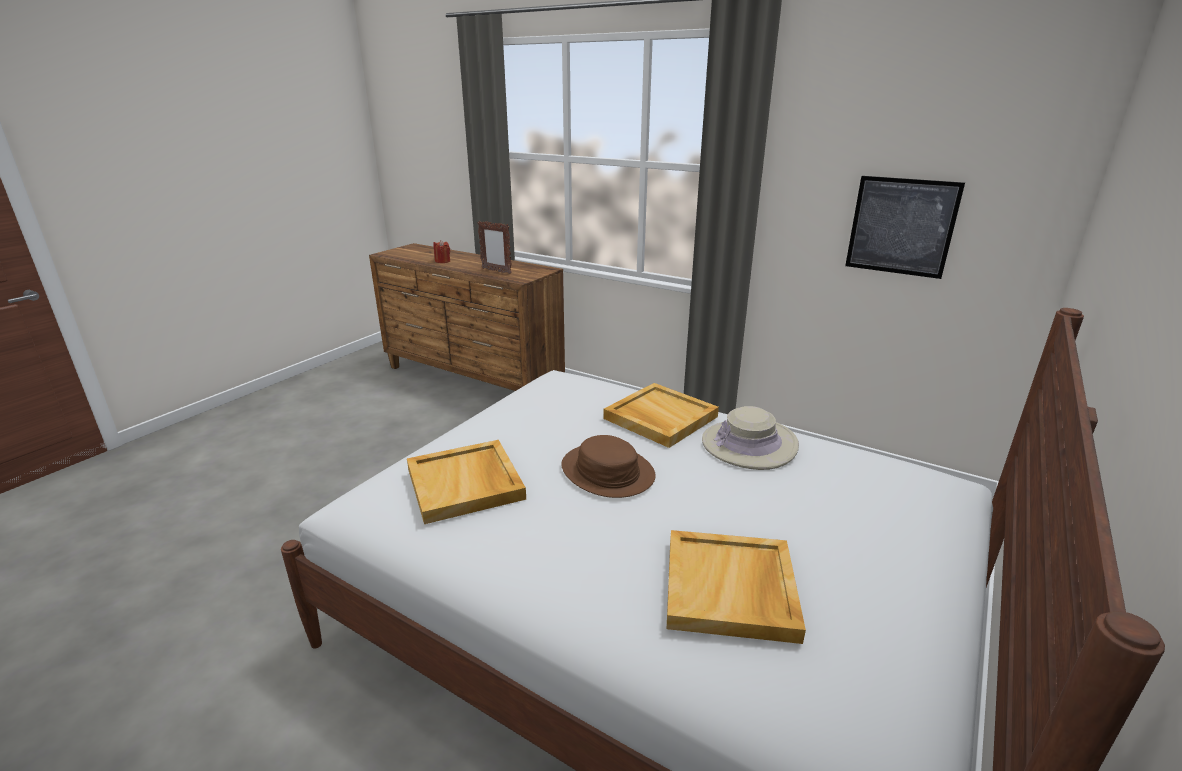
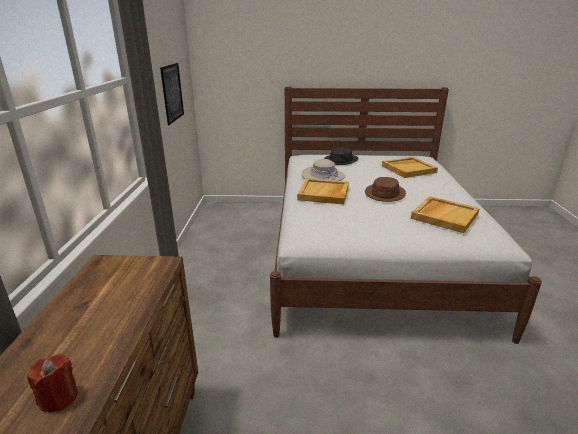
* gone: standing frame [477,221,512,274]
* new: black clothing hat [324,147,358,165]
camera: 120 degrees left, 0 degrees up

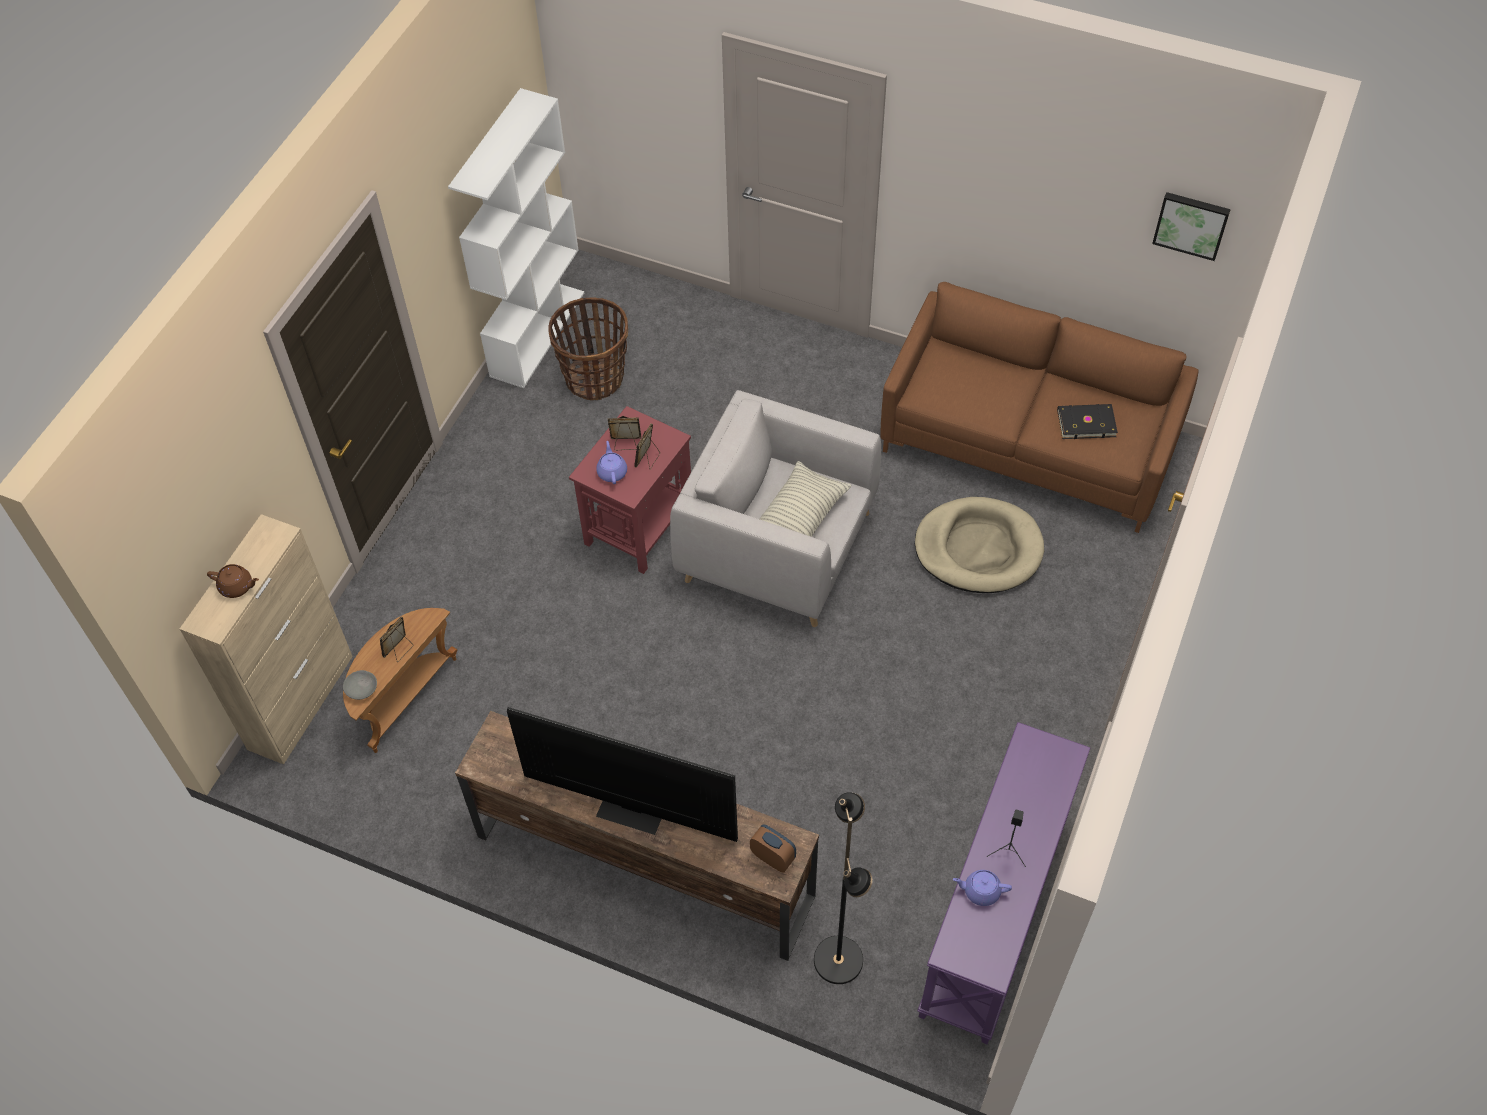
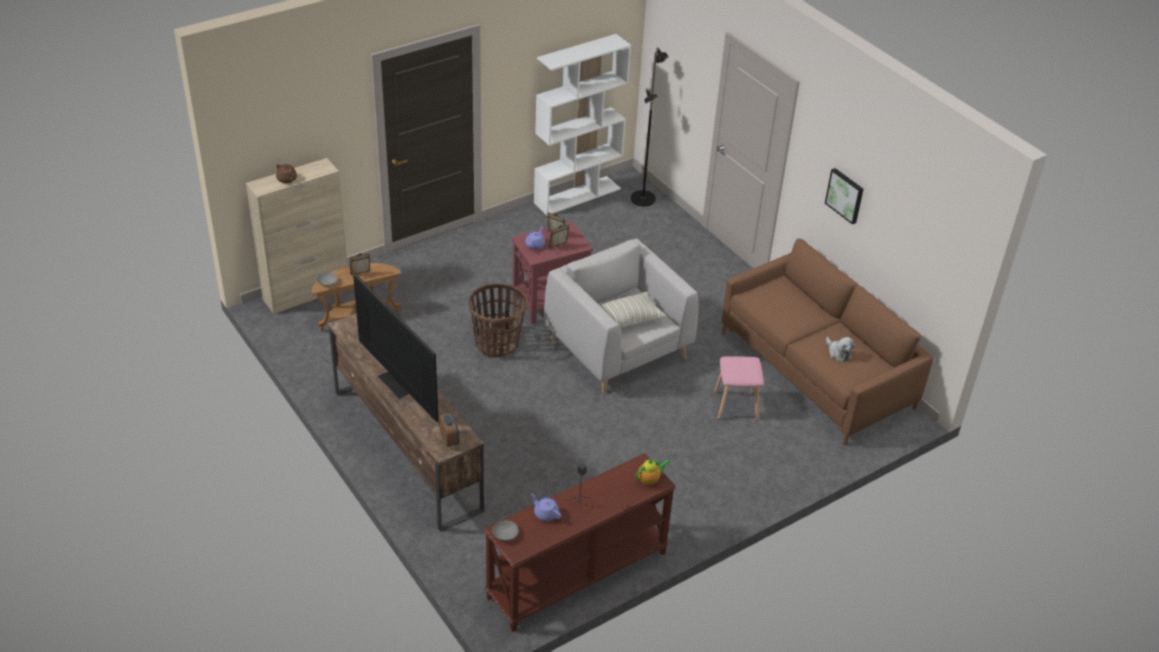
* shifted: storage basket [548,298,628,400] to [469,283,527,358]
* shifted: black standard lamp [814,792,873,984] to [631,47,669,206]
* swapped: sand-coloured dog cushion [915,497,1044,593] to pink-coloured sitting stool [714,356,764,420]
* repainted: purple narrow table [918,722,1090,1044] to brownish narrow table [484,453,676,632]
* swapped: black volume [1057,404,1118,439] to cuddly toy [826,337,855,362]
* shifted: wall art [1152,192,1231,261] to [825,168,863,225]
* new: greyish serving bowl [492,520,519,541]
* new: teapot [636,459,670,486]
camera: 30 degrees right, 15 degrees down

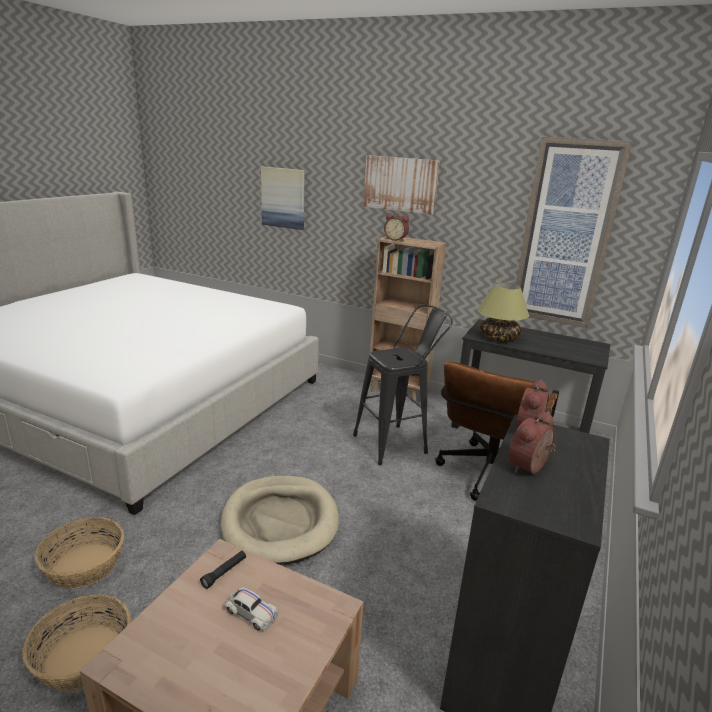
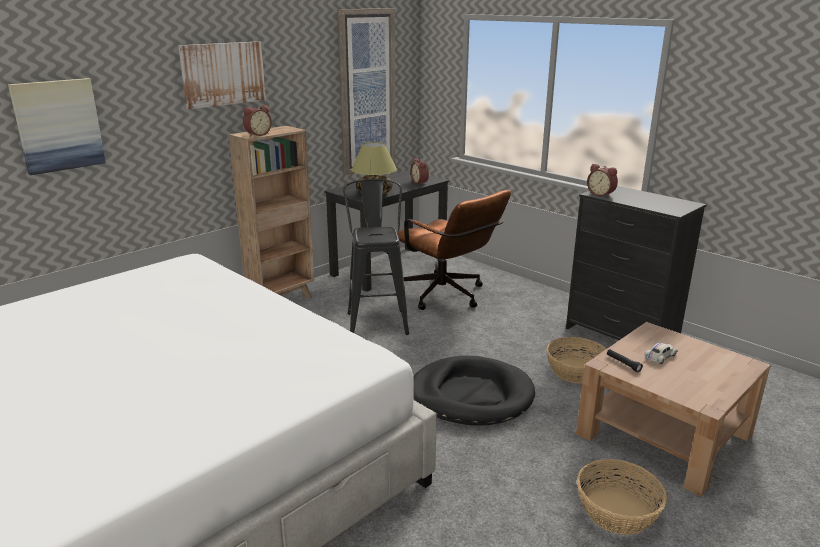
* shifted: storage basket [35,517,124,589] to [546,337,606,384]
* repainted: sand-coloured dog cushion [221,476,339,565] to black dog cushion [413,355,535,426]
* shifted: bedside clock [508,411,556,474] to [410,158,429,185]
camera: 70 degrees left, 0 degrees up

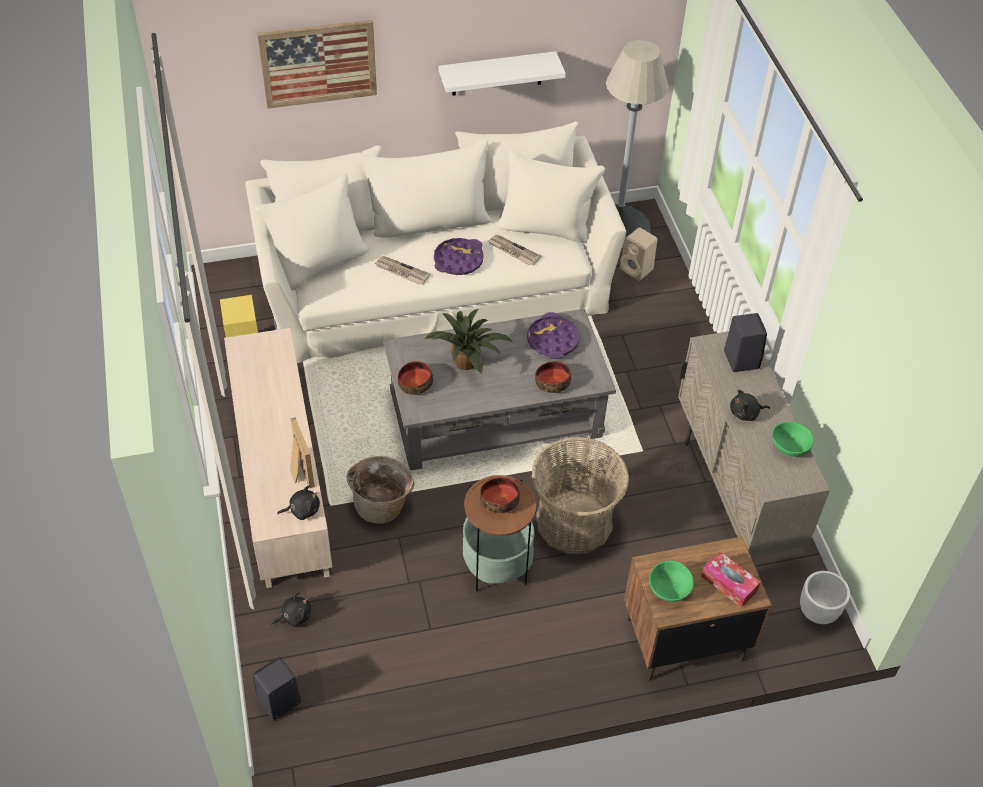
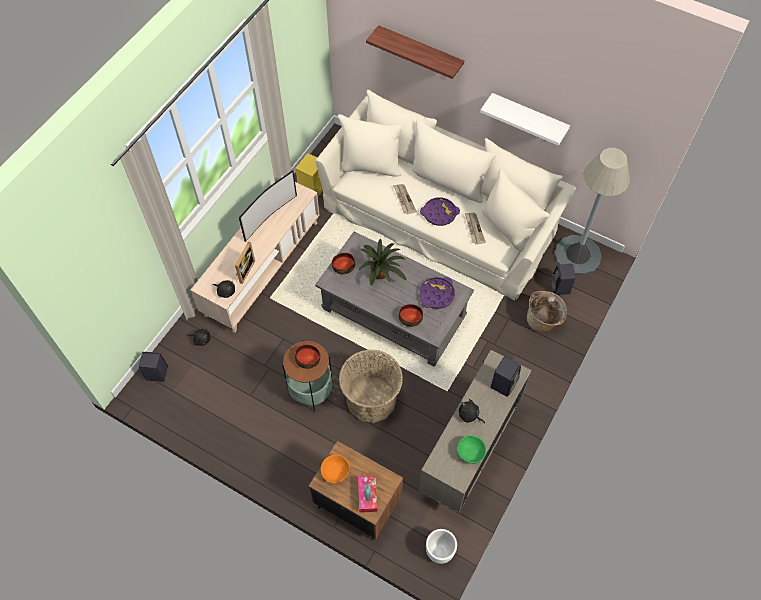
* swapped: wall art [257,20,377,109] to shelf [366,25,464,79]
* shifted: storage basket [346,456,414,524] to [527,291,567,333]
* repainted: sand-coloured loudspeaker [620,227,658,281] to black loudspeaker [551,264,576,295]
* repainted: green serving bowl [649,561,694,602] to orangey serving bowl [321,455,349,483]
* new: television [239,170,297,242]
camera: 45 degrees right, 10 degrees up

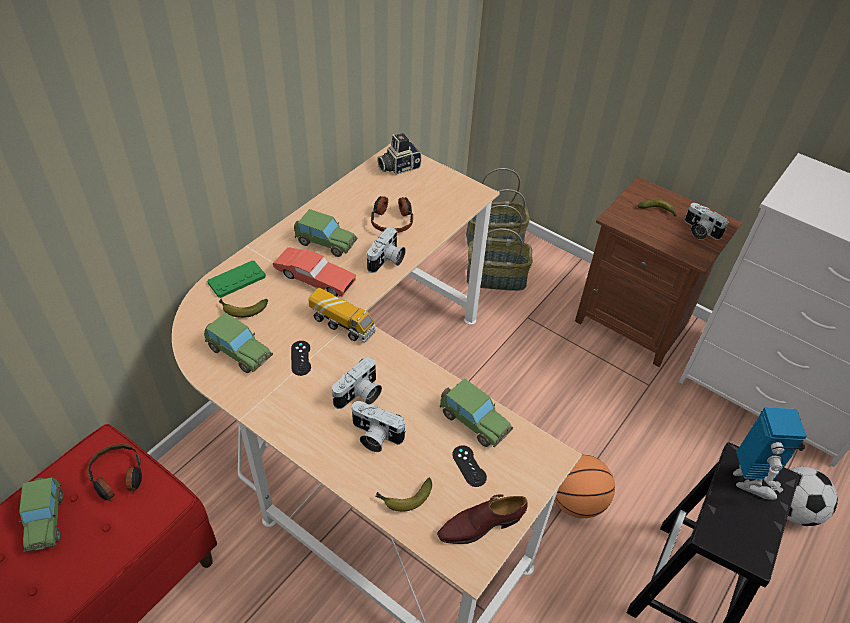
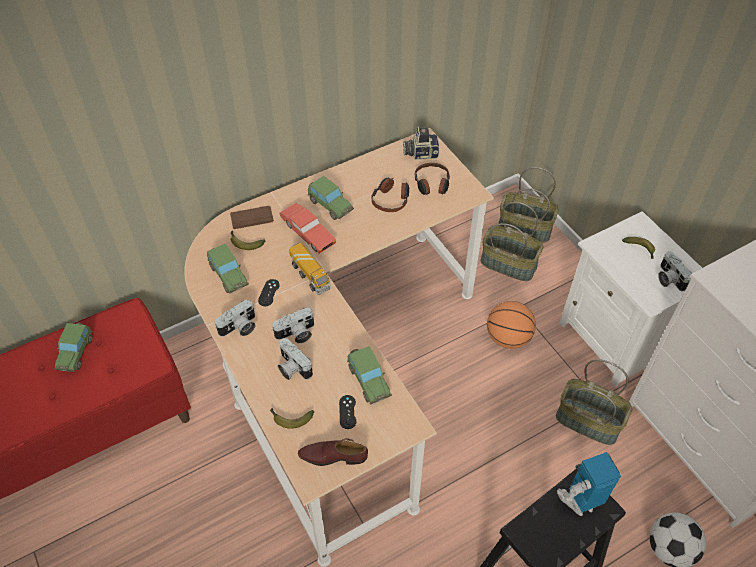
* shifted: headset [88,444,142,502] to [415,163,450,196]
* repainted: green game controller [207,260,266,298] to brownish game controller [230,206,274,229]
* shifted: still camera [367,227,406,273] to [215,299,255,337]
* shifted: basketball ball [554,455,615,518] to [487,301,536,349]
* repainted: brownish nightstand [575,177,742,367] to whitish nightstand [560,211,702,387]
* rotated: model robot [733,407,807,500] = [557,452,621,516] 135 degrees counterclockwise
* new: storage basket [556,359,632,445]
camera: 25 degrees right, 5 degrees up

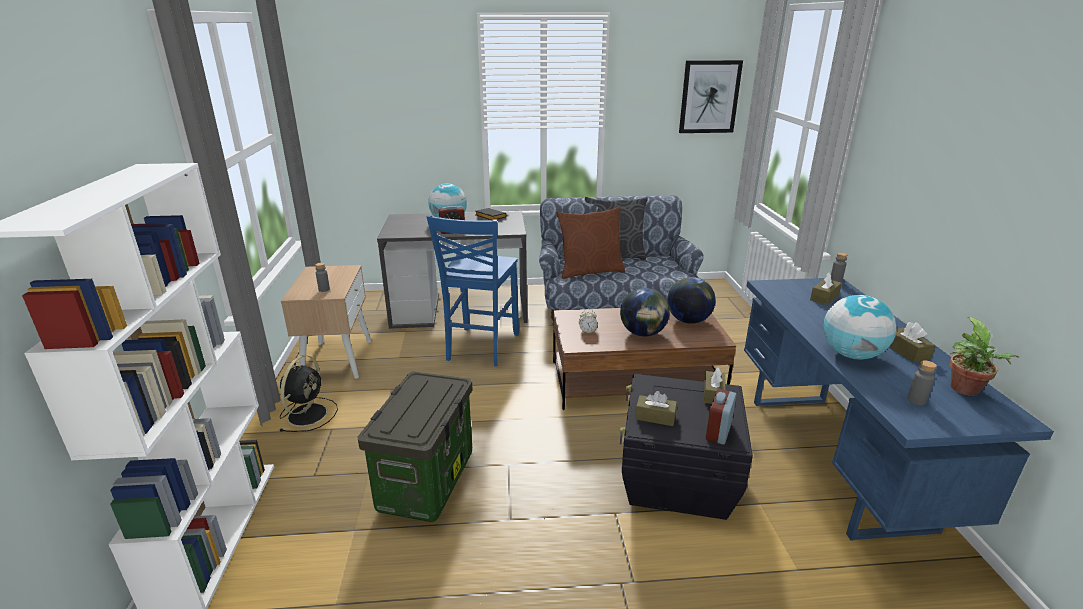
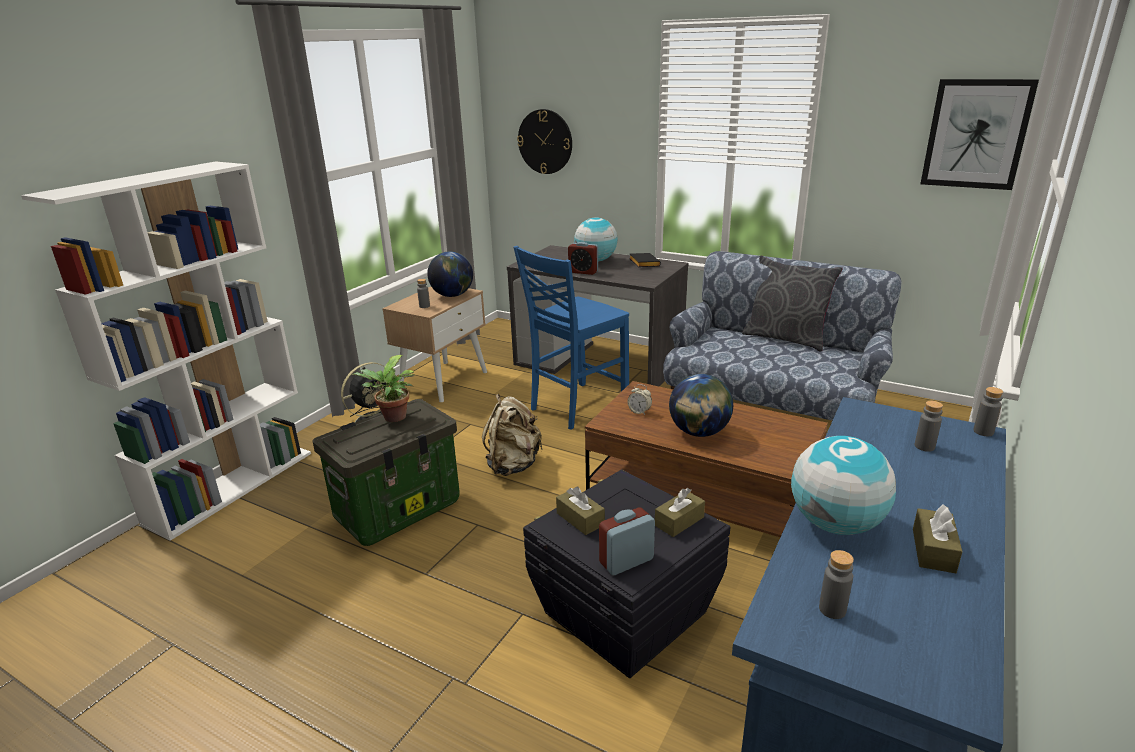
* gone: brownish pillow [557,206,625,279]
* shifted: desk globe [667,277,716,324] to [427,251,473,297]
* swapped: brownish tissue holder [810,272,842,305] to greyish bottle [915,401,943,452]
* shifted: houseplant [950,317,1019,396] to [352,355,415,422]
* new: sand-coloured backpack [482,394,542,476]
* new: clock on the wall [517,109,572,174]
camera: 35 degrees right, 0 degrees up

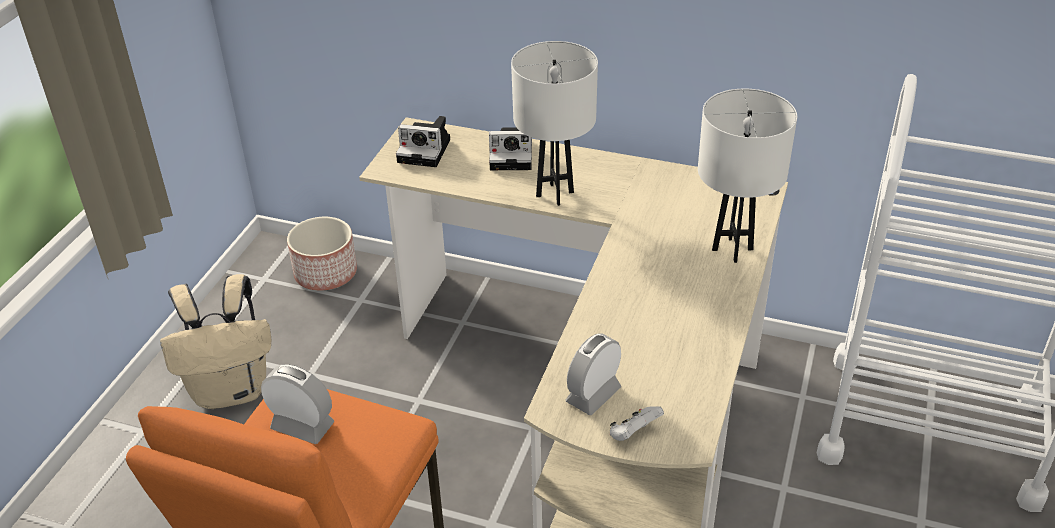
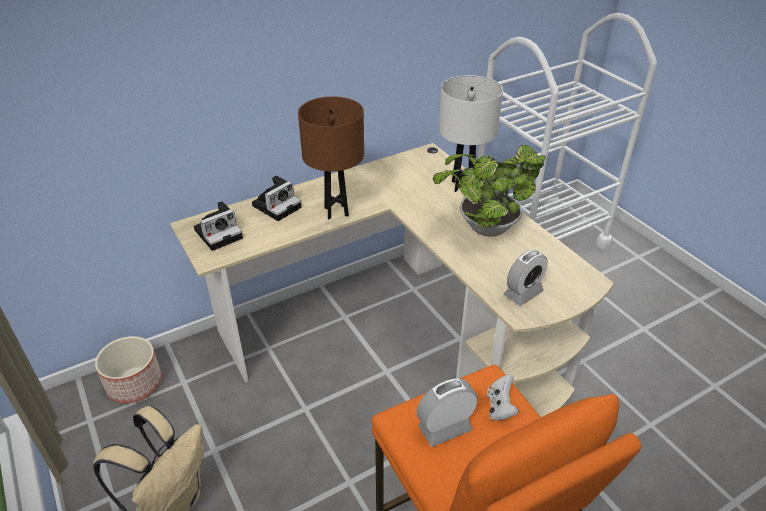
* repainted: whitish tabletop lamp [511,41,598,206] to brownish tabletop lamp [298,97,364,219]
* rotated: bedside clock [566,333,621,415] = [504,249,548,306] 120 degrees counterclockwise
* shifted: whitish game controller [610,406,664,441] to [487,374,519,421]
* new: houseplant [433,145,545,237]
camera: 50 degrees left, 0 degrees up

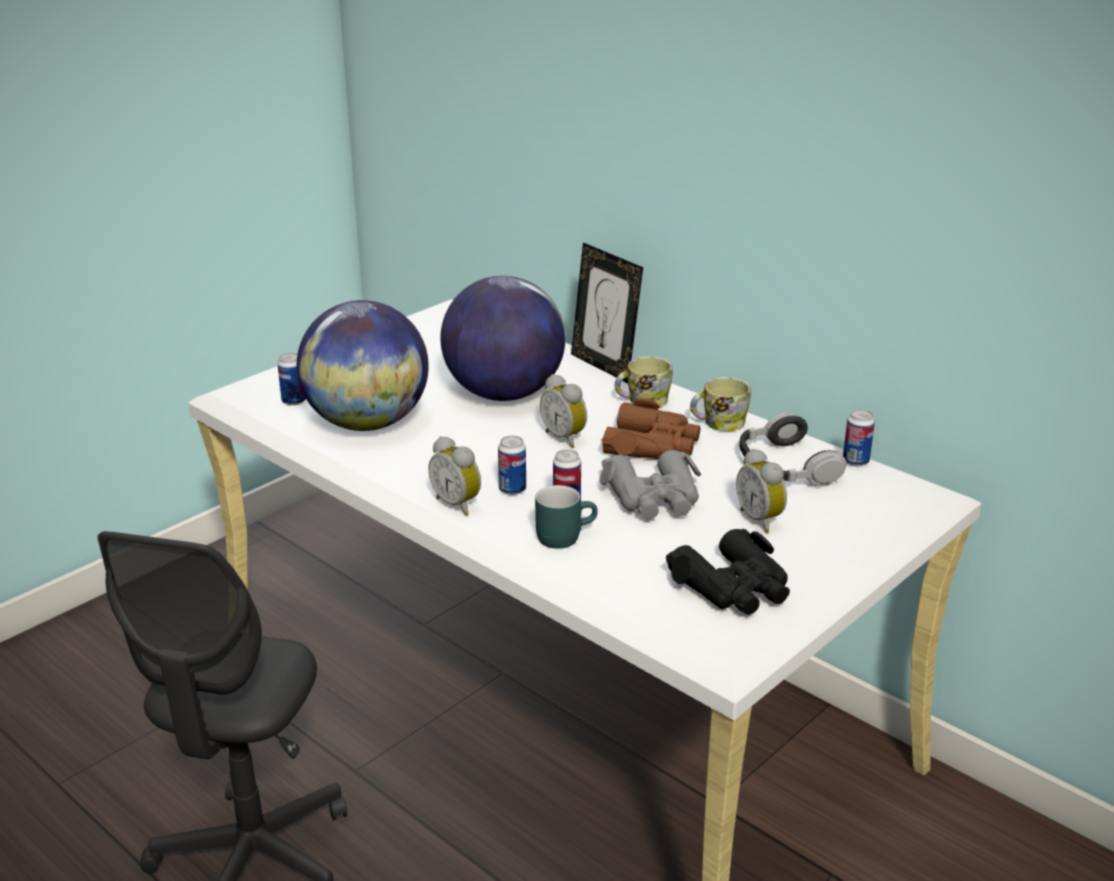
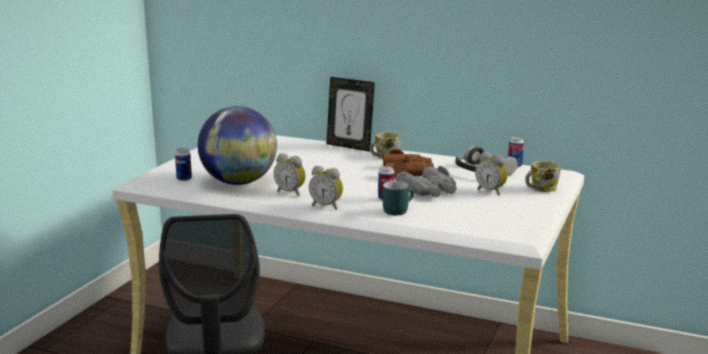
* gone: desk globe [440,276,565,401]
* gone: sealed can [498,436,526,495]
* shifted: bedside clock [540,374,587,448] to [274,153,306,196]
* gone: black field glasses [666,529,790,615]
* shifted: coffee mug [690,377,751,431] to [525,161,561,192]
camera: 20 degrees left, 10 degrees down

